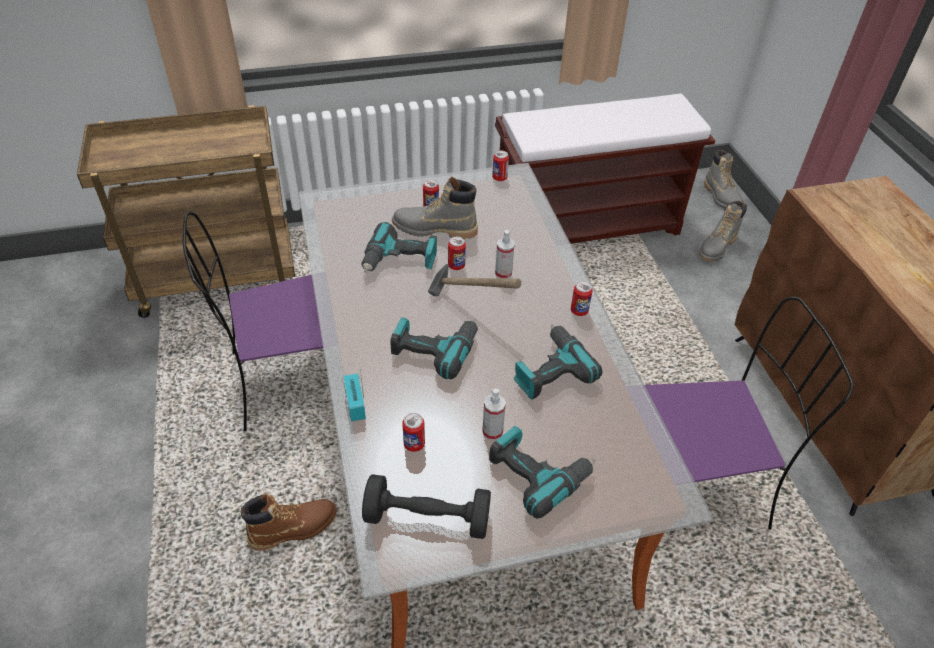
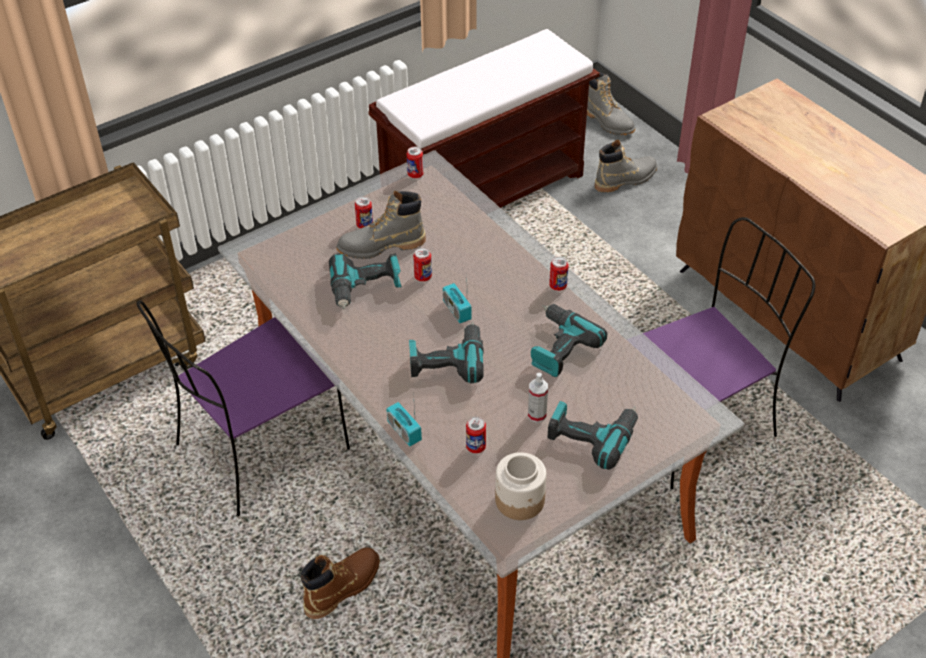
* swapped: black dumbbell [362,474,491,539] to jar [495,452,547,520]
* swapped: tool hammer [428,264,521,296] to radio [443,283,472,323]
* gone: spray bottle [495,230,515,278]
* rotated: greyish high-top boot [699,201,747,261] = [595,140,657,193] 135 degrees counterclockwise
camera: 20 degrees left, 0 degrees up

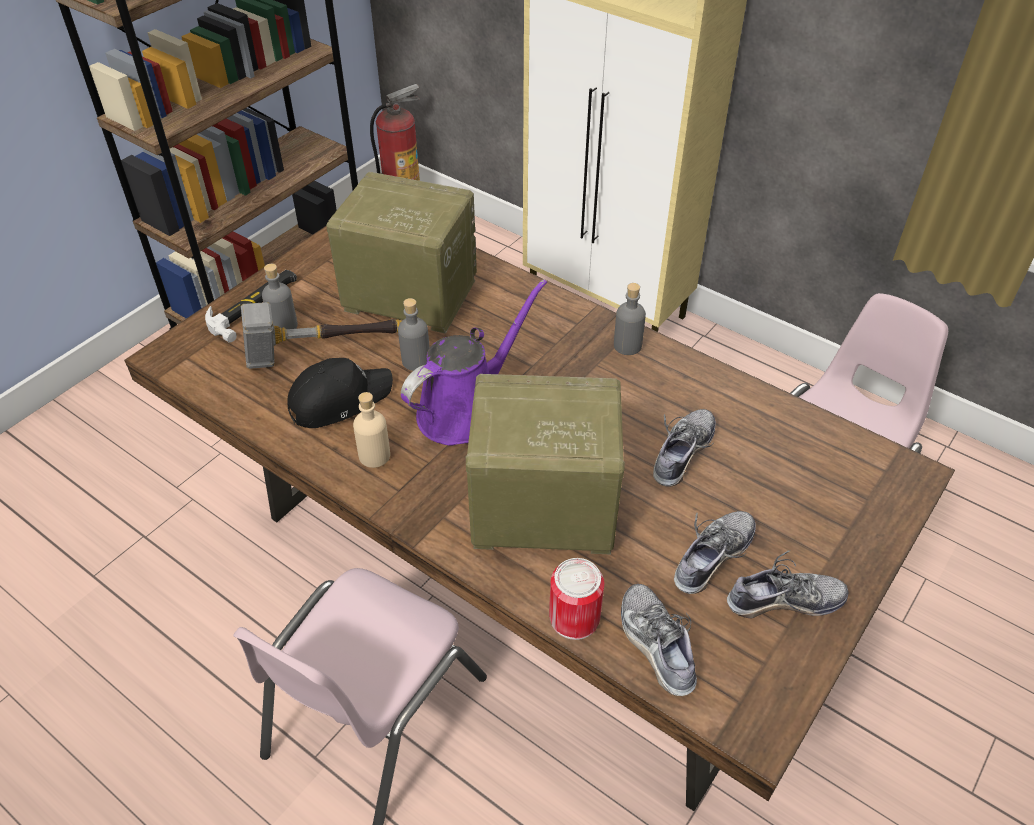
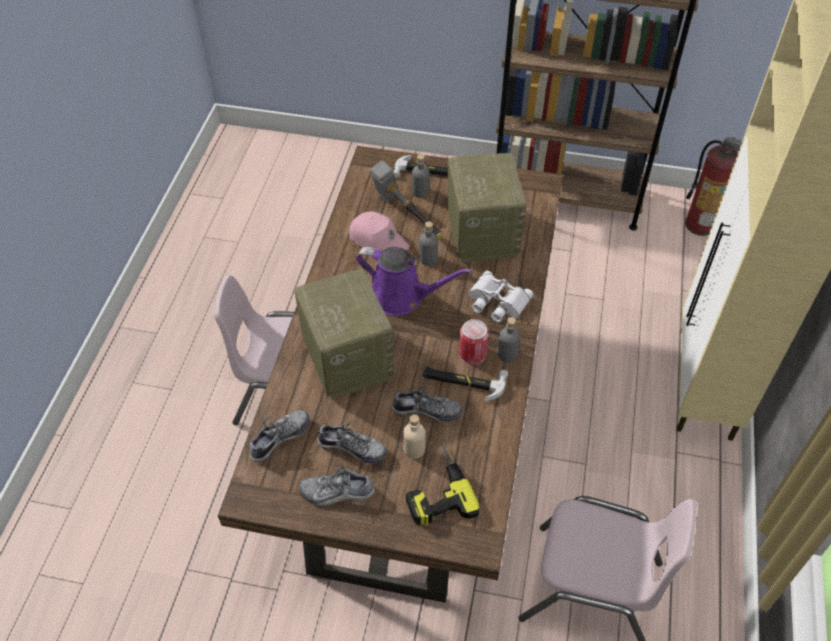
* repainted: black peaked cap [287,358,393,428] to pink-coloured peaked cap [349,212,410,251]
* shifted: sand-coloured bottle [353,392,390,468] to [403,414,425,459]
* shifted: sealed can [549,558,604,640] to [459,319,489,365]
* rotated: item of footwear [727,550,849,619] = [299,465,374,506] 120 degrees clockwise
* new: power drill [406,441,480,526]
* new: tool hammer [423,366,508,401]
* new: whitish field glasses [468,271,533,322]
camera: 65 degrees right, 5 degrees up

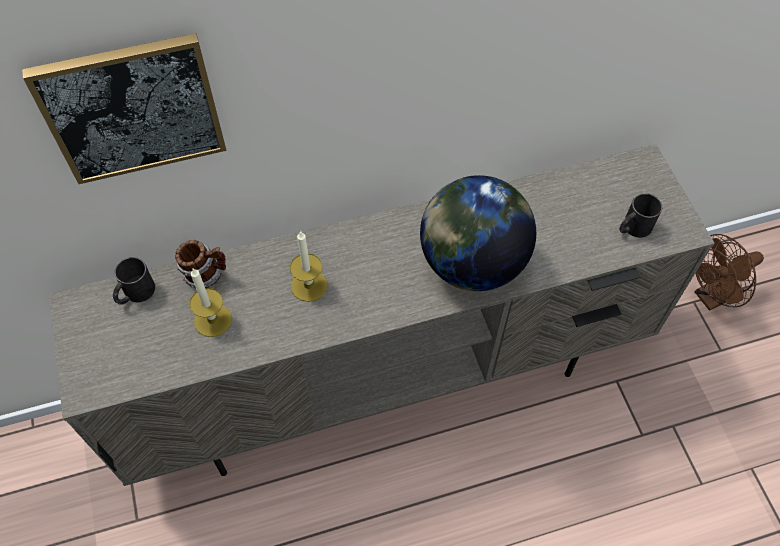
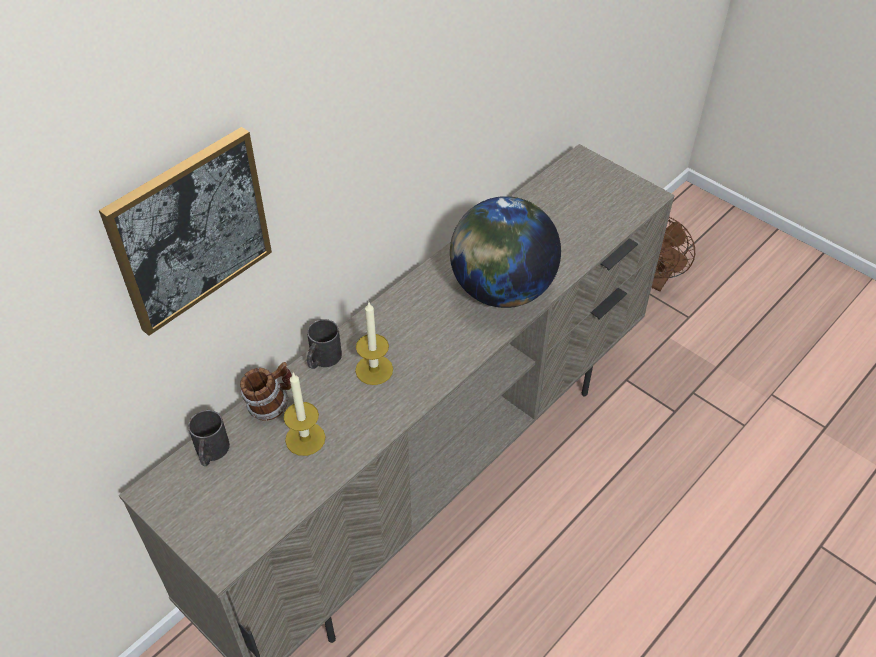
* shifted: black coffee mug [619,193,662,238] to [307,319,342,369]
camera: 30 degrees left, 10 degrees down

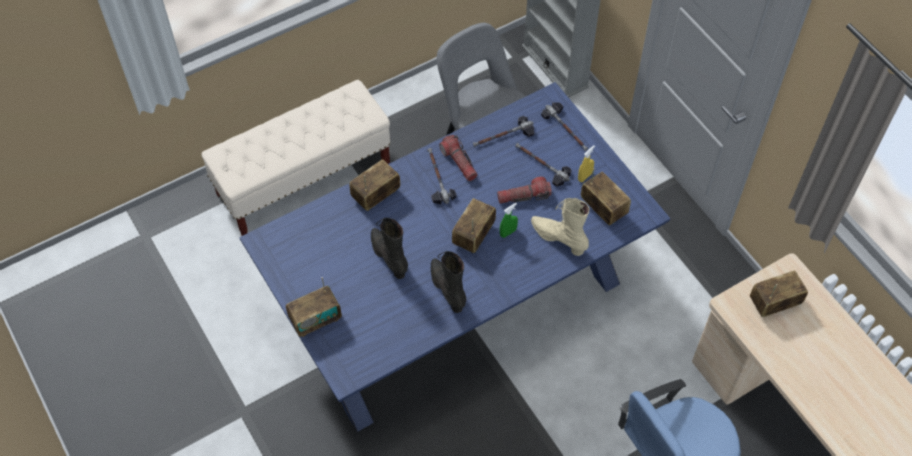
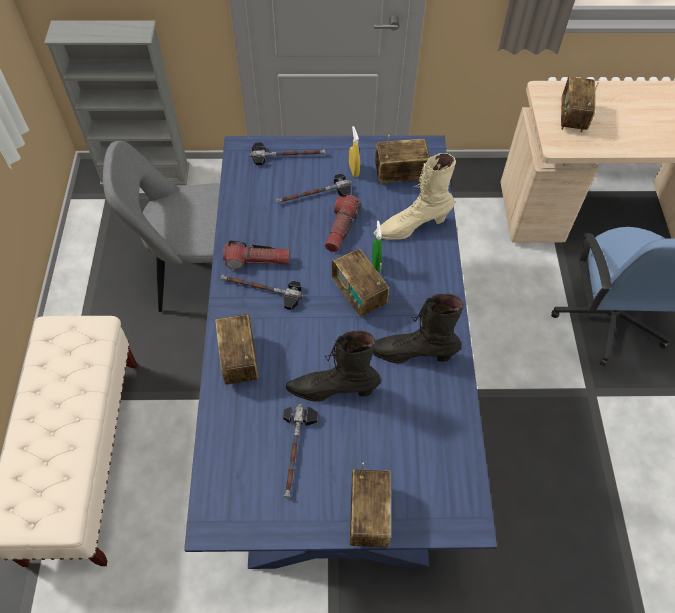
* shifted: tool hammer [473,116,534,147] to [283,404,318,498]
camera: 60 degrees left, 0 degrees up

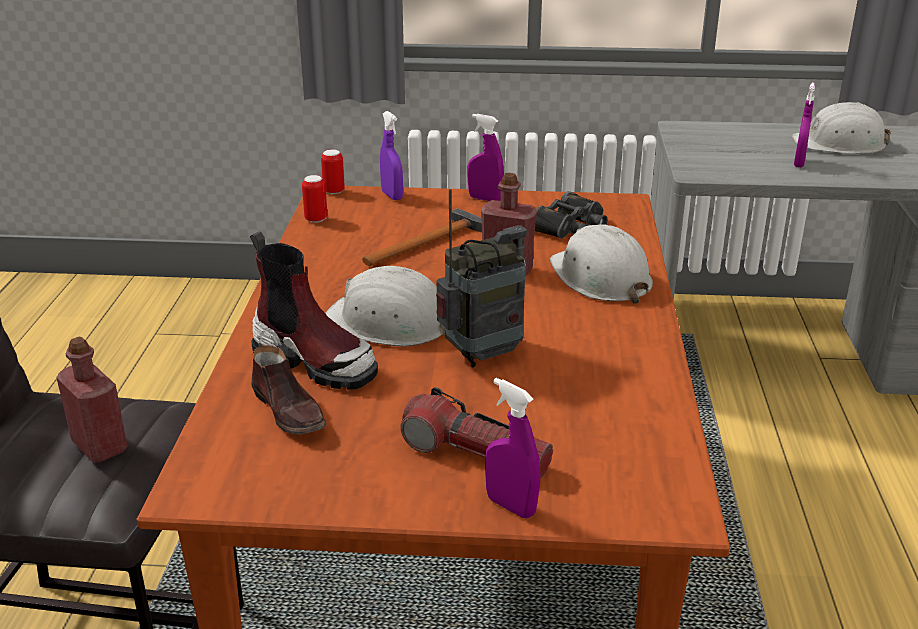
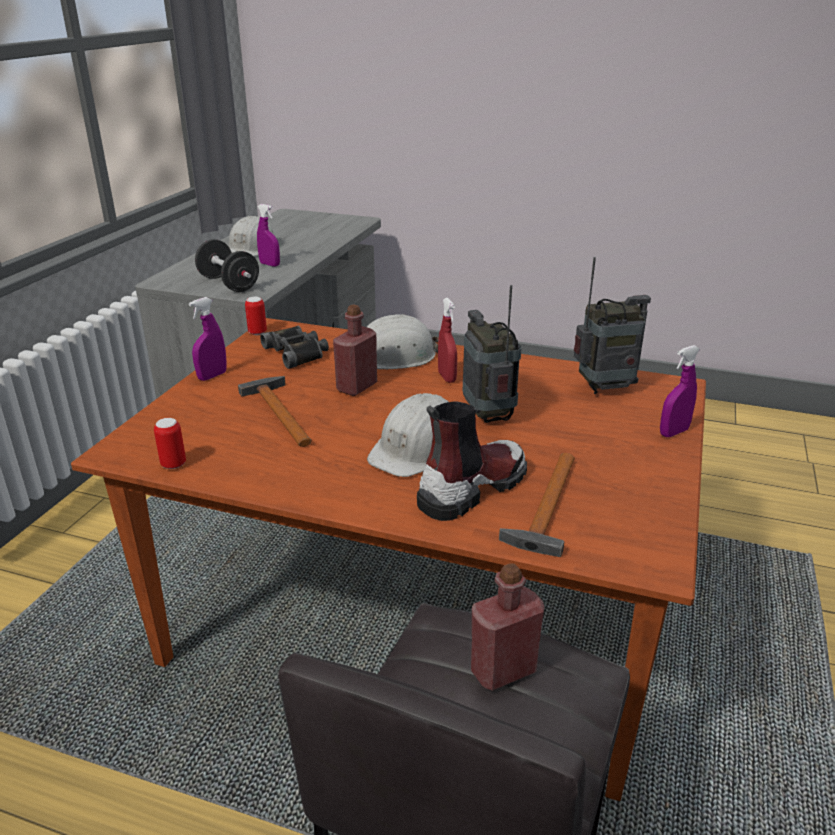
* swapped: brownish item of footwear [252,345,326,435] to tool hammer [499,453,575,557]
* shifted: sealed can [321,149,345,194] to [245,297,267,335]
* gone: purple spray bottle [380,111,403,200]
* gone: hand torch [400,387,553,478]
* new: black dumbbell [195,239,259,292]
* new: reddish spray bottle [438,298,457,383]
* new: radio [574,257,651,394]
camera: 75 degrees left, 0 degrees up

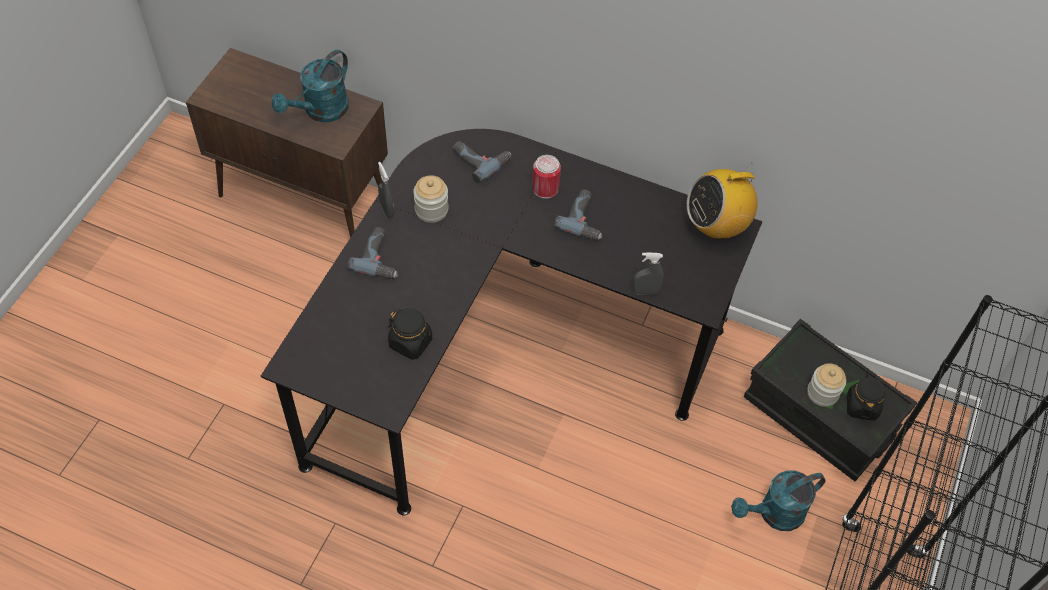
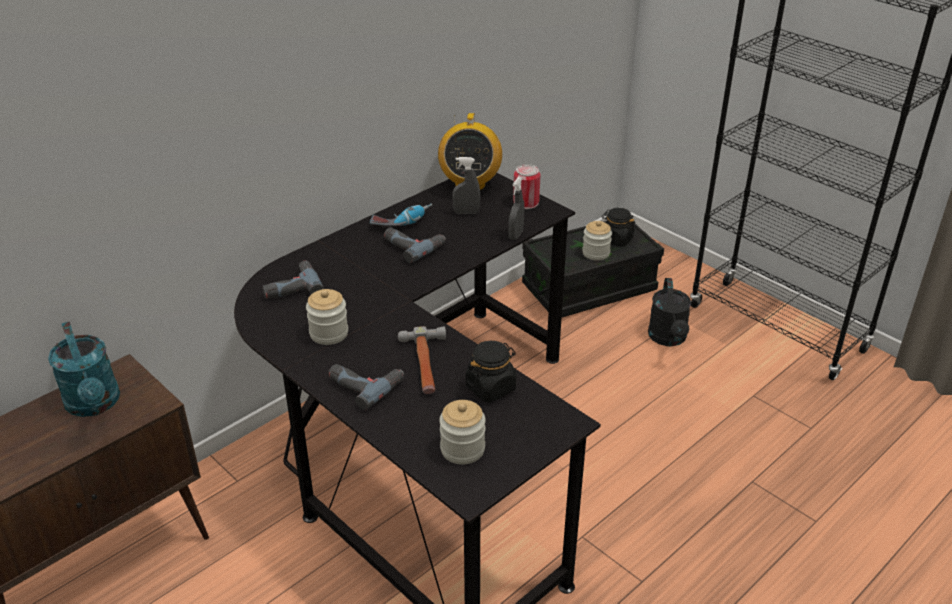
* shifted: greyish spray bottle [378,162,394,218] to [452,157,480,214]
* shifted: sealed can [532,155,561,199] to [513,164,541,209]
* repainted: blue-green watering pot [731,471,826,531] to black watering pot [648,278,691,346]
* new: power drill [370,203,432,226]
* new: tool hammer [398,326,446,394]
* new: jar [439,400,486,464]
camera: 65 degrees left, 20 degrees down

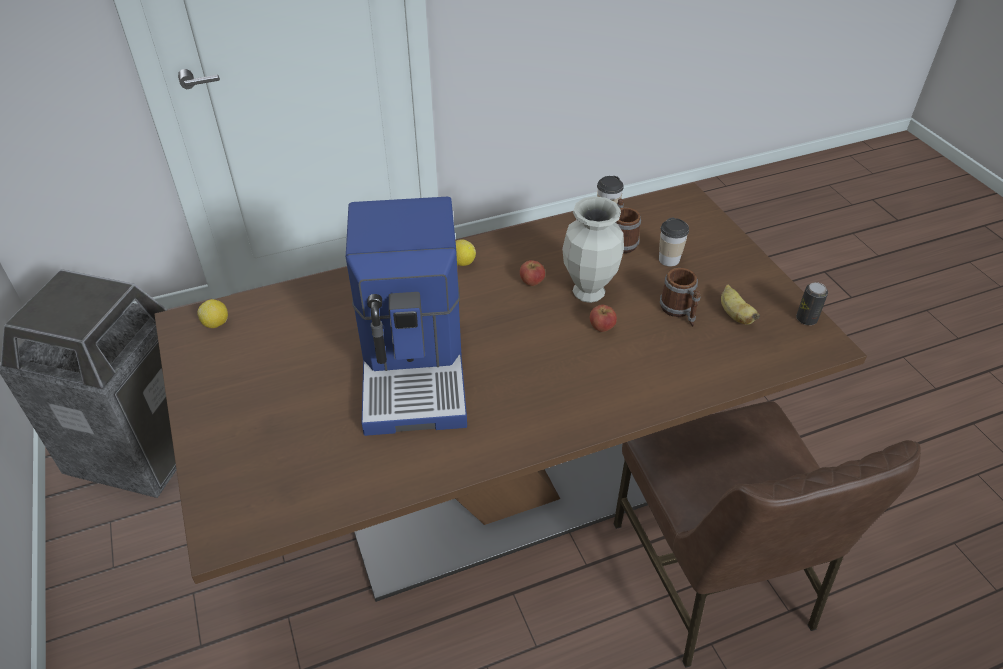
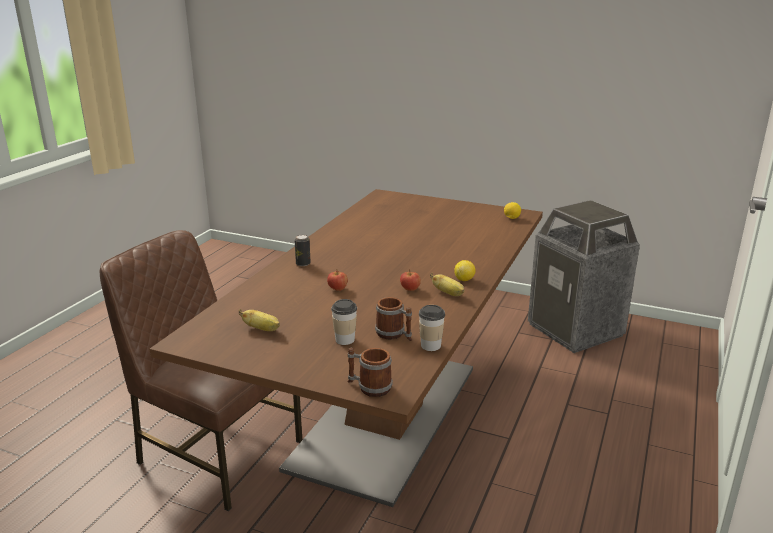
* gone: coffee brewer [346,196,467,436]
* gone: flower vase [562,196,624,303]
* shifted: coffee mug [660,268,700,326] to [348,348,393,397]
* shifted: sealed can [796,282,828,325] to [294,235,311,266]
* new: banana fruit [430,273,465,296]
camera: 135 degrees right, 20 degrees down

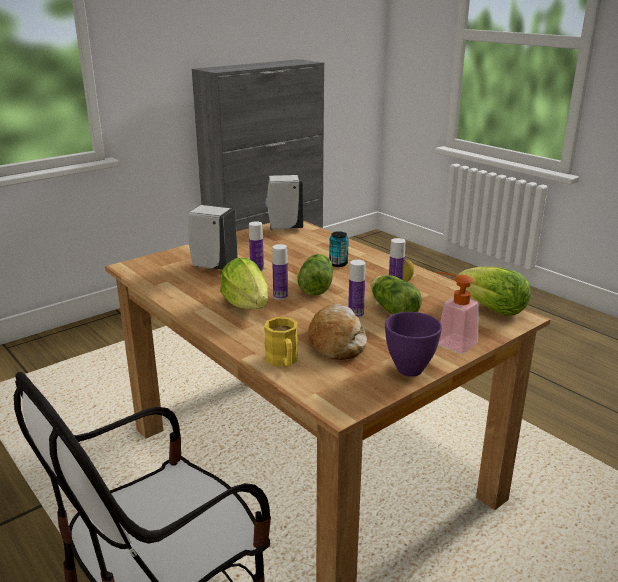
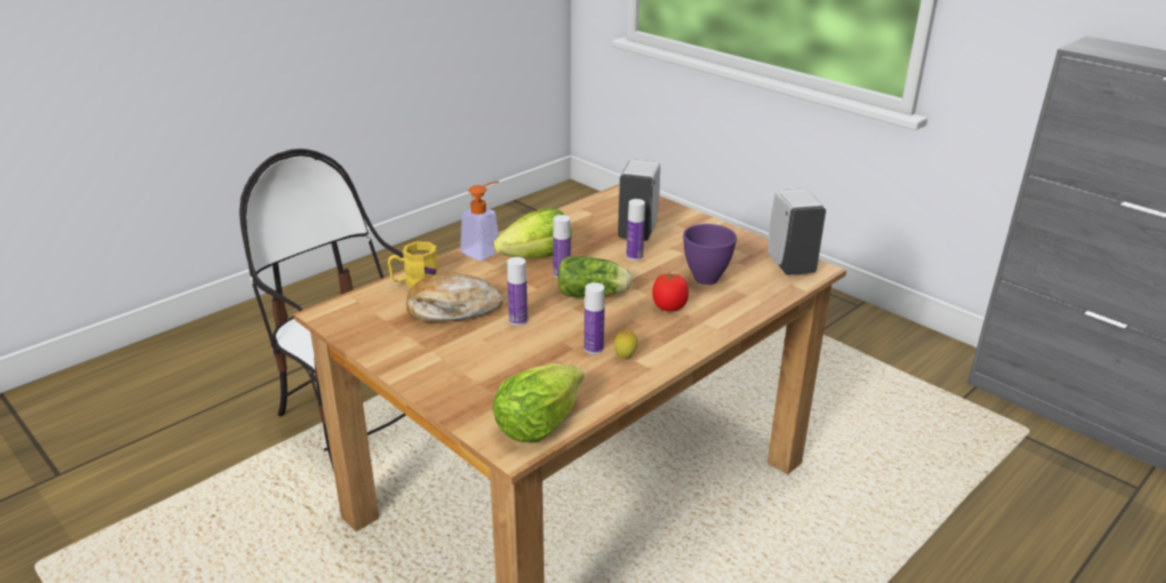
* swapped: sealed can [329,231,349,267] to tomato [653,272,689,311]
* gone: head of lettuce [371,275,422,315]
* shifted: purple serving bowl [385,312,442,377] to [683,224,737,285]
* shifted: soap bottle [437,272,479,353] to [460,181,499,261]
camera: 85 degrees right, 5 degrees up

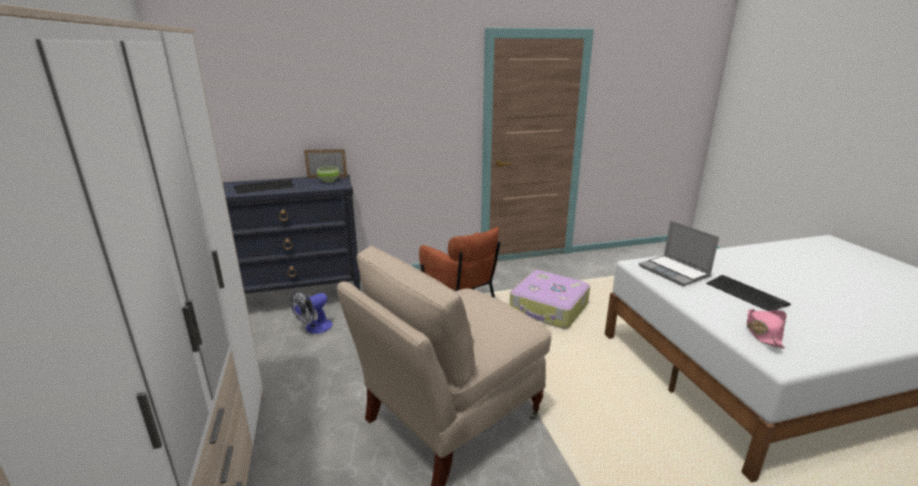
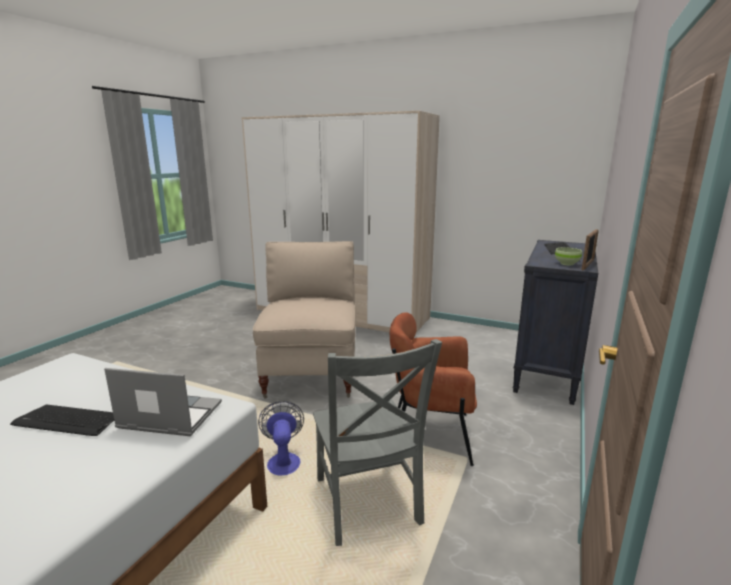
* shifted: cooling fan [291,291,333,334] to [258,401,304,476]
* swapped: piece of luggage [510,270,590,329] to greyish plain chair [313,339,442,546]
* gone: pink-coloured clothing hat [747,309,787,348]
camera: 130 degrees right, 5 degrees down

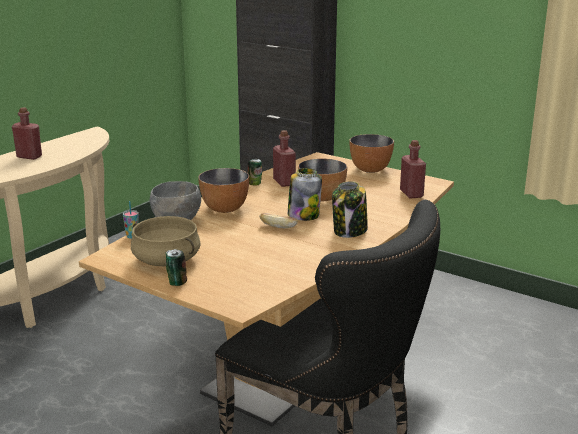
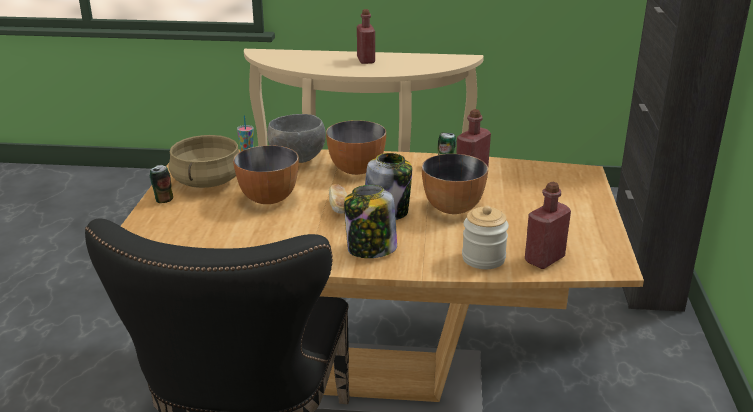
* shifted: serving bowl [349,134,394,173] to [233,145,299,204]
* new: jar [462,206,509,269]
camera: 60 degrees right, 5 degrees up

